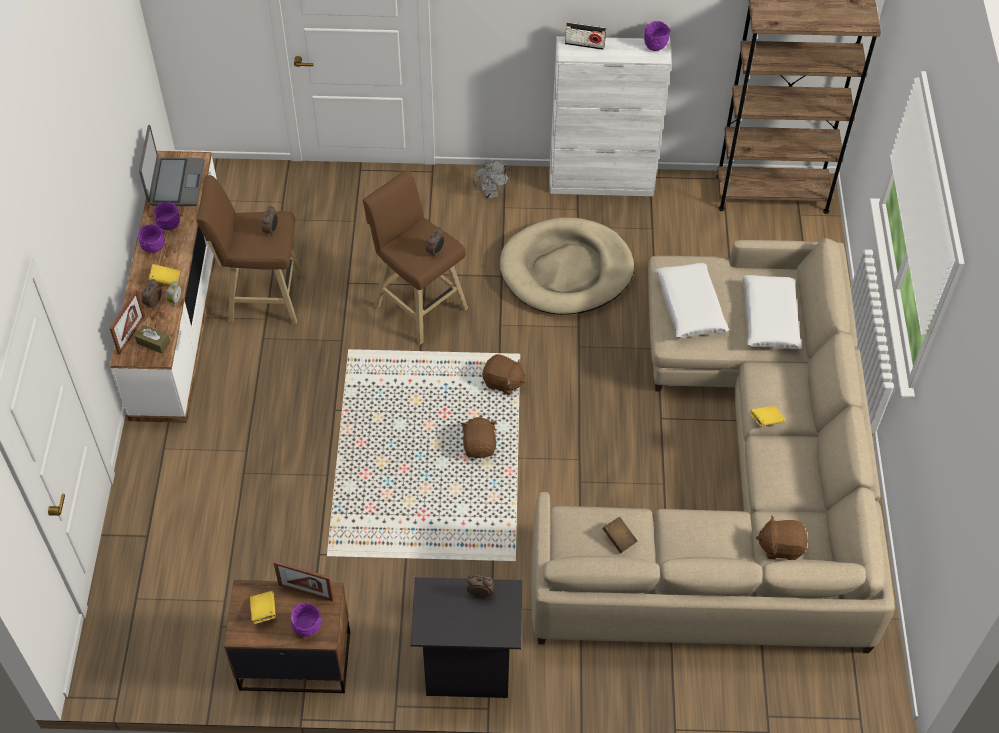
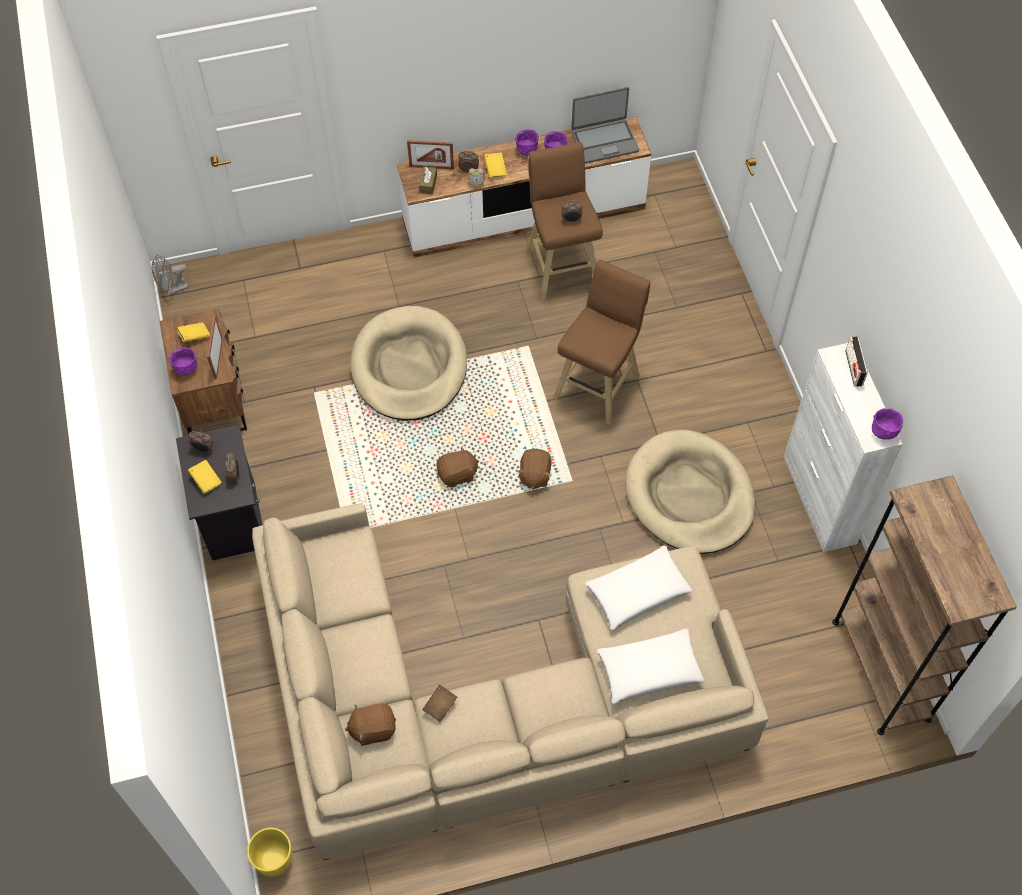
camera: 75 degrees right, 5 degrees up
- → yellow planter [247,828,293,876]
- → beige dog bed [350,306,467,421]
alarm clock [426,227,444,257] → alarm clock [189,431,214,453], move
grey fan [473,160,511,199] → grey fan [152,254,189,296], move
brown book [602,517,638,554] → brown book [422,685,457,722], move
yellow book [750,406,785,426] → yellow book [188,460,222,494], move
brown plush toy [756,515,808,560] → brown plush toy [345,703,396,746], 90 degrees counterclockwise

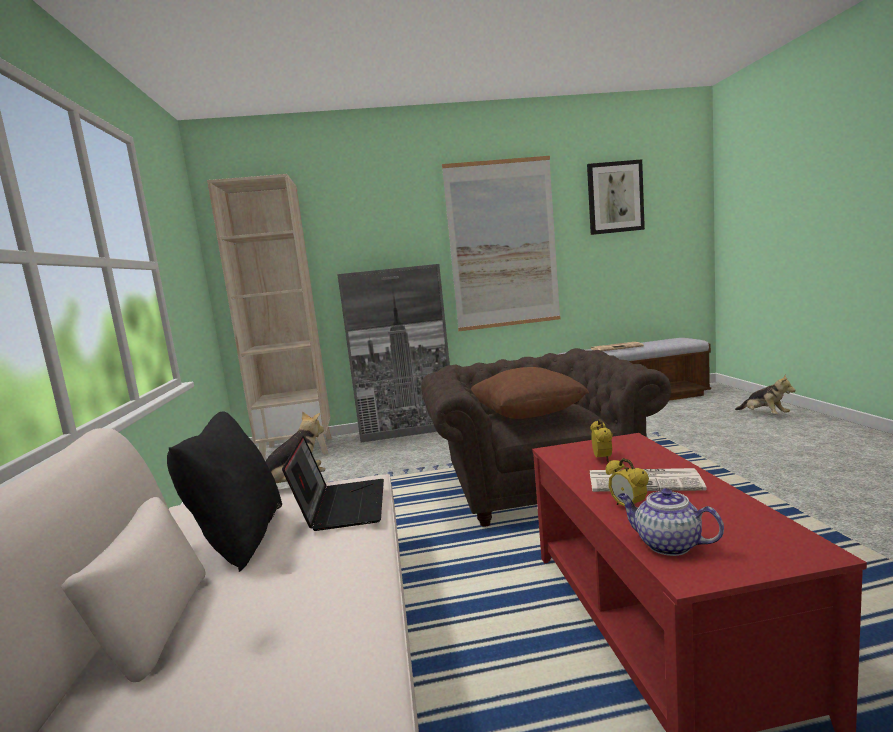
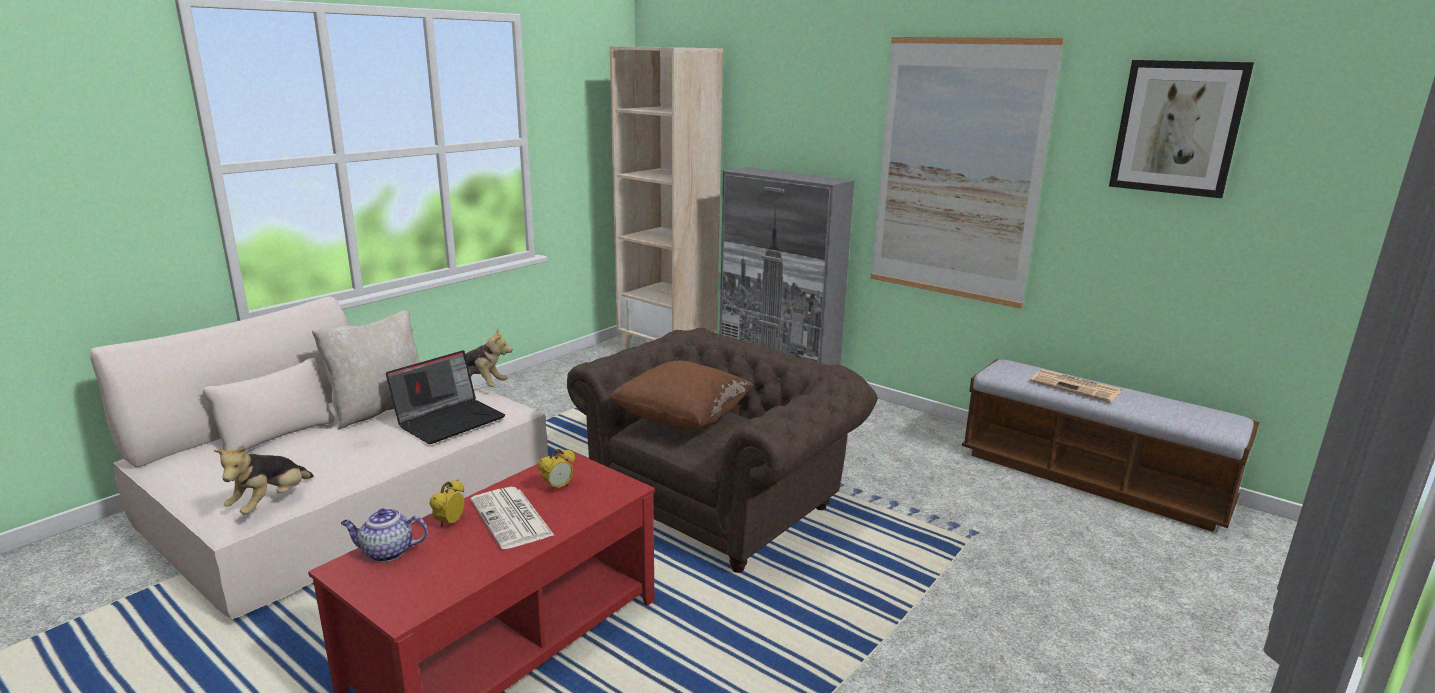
camera: 45 degrees right, 10 degrees up
plush toy [735,374,796,415] → plush toy [213,445,314,515], move
black pillow [167,411,282,572] → beige pillow [312,310,420,430]
teapot [618,488,724,556] → teapot [341,509,428,562], 90 degrees counterclockwise

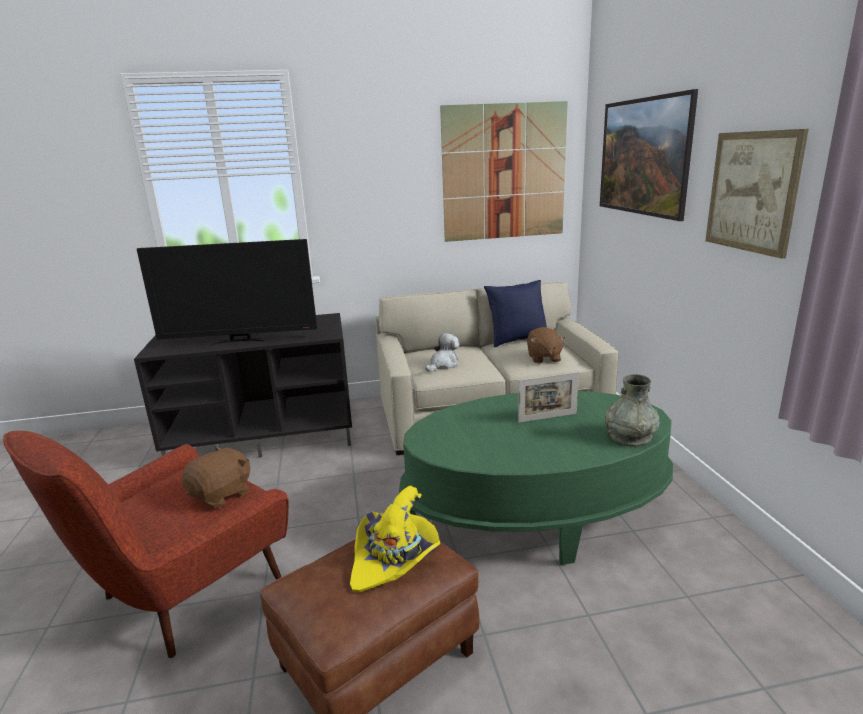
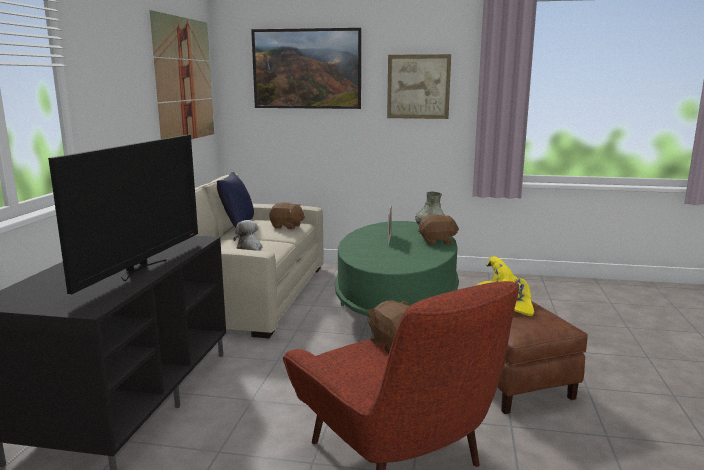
camera: 70 degrees left, 5 degrees down
- → brown plush toy [418,215,459,245]

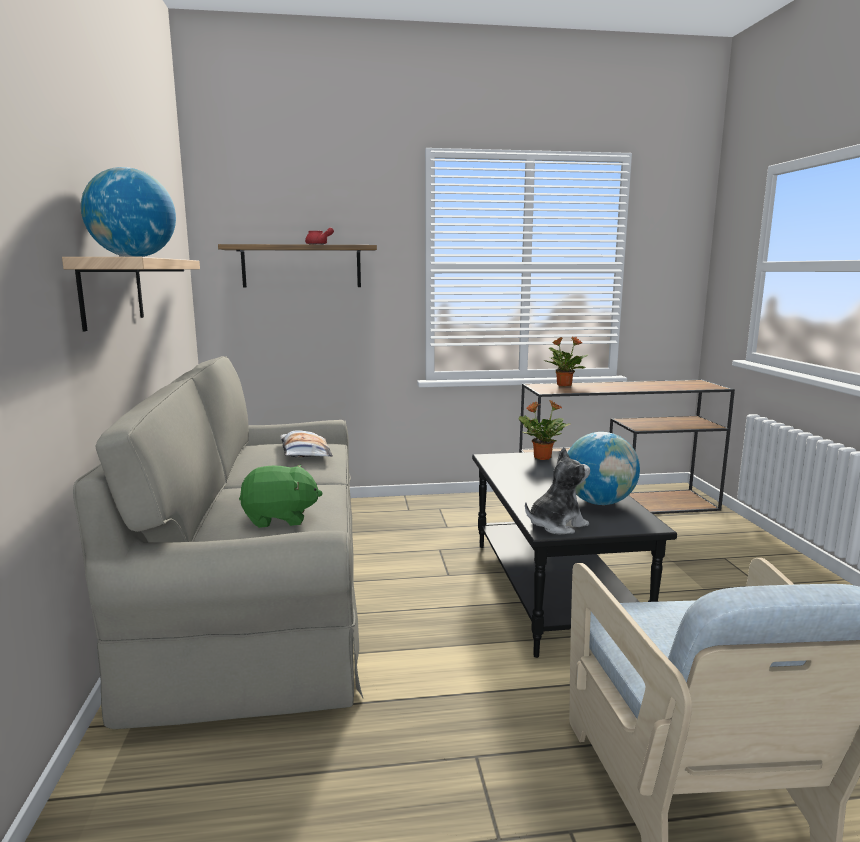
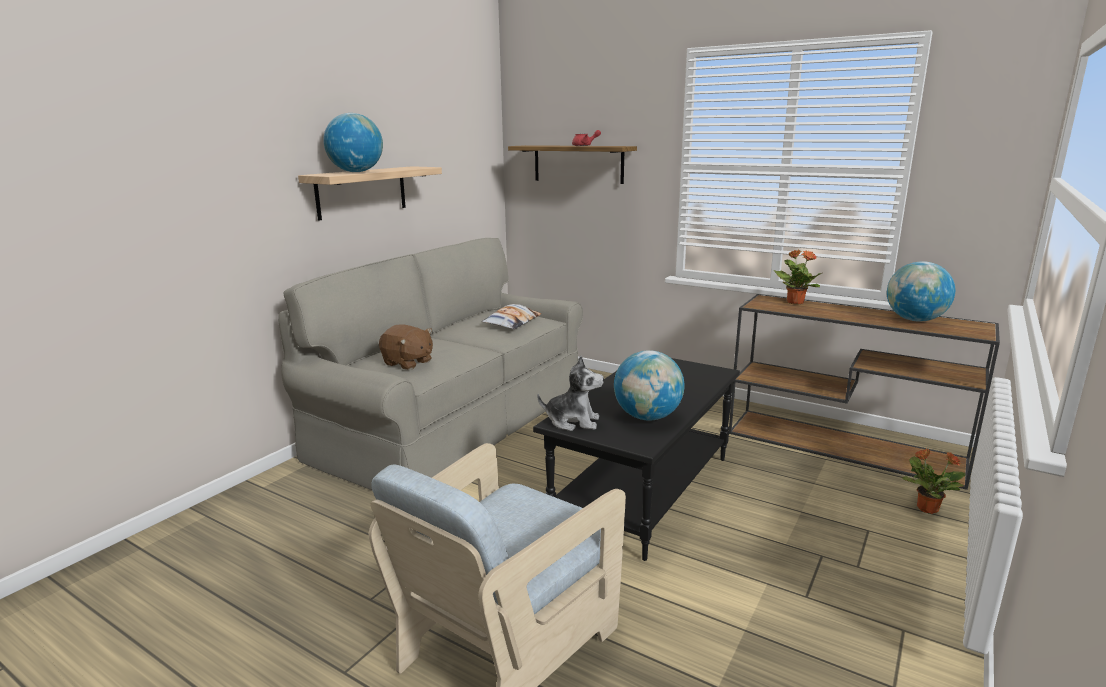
camera: 40 degrees right, 5 degrees up
- → globe [887,261,955,322]
potted plant [519,400,570,460] → potted plant [902,448,966,514], move
green plush toy [239,465,323,528] → brown plush toy [379,324,433,370]

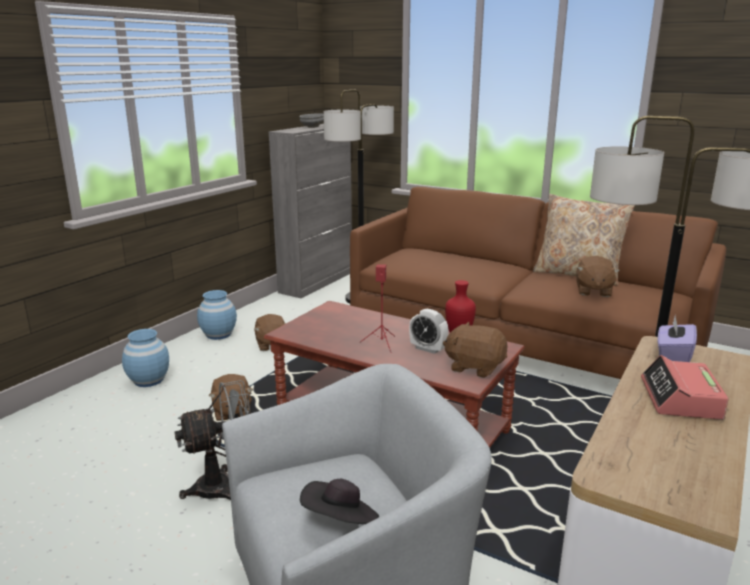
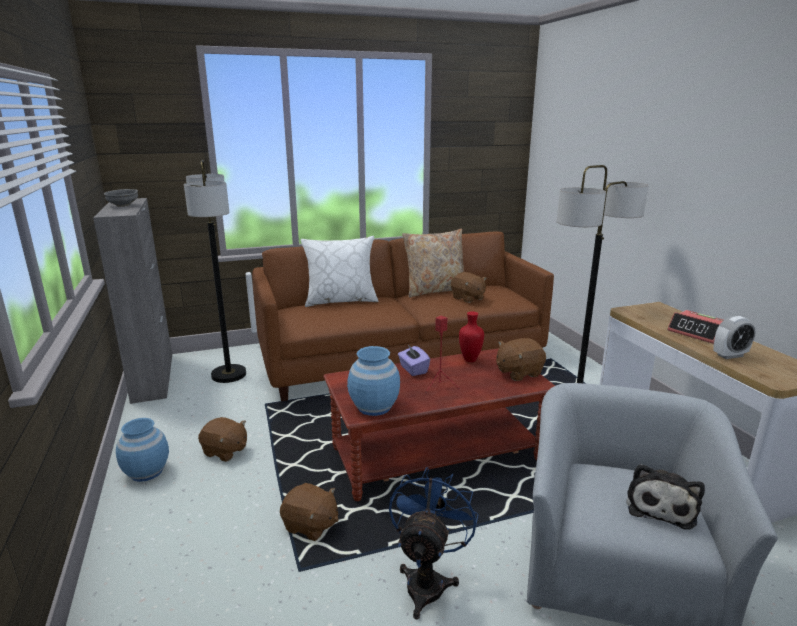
camera: 50 degrees left, 0 degrees up
- → white pillow [301,236,379,307]
blue vase [122,329,169,387] → blue vase [347,346,400,416], move
alarm clock [409,309,448,354] → alarm clock [713,316,756,359], move
purple tissue box [658,316,697,362] → purple tissue box [398,345,430,376], move
black hat [300,479,379,524] → plush toy [626,464,705,530]
grey fan [175,380,250,500] → blue fan [389,467,478,619]

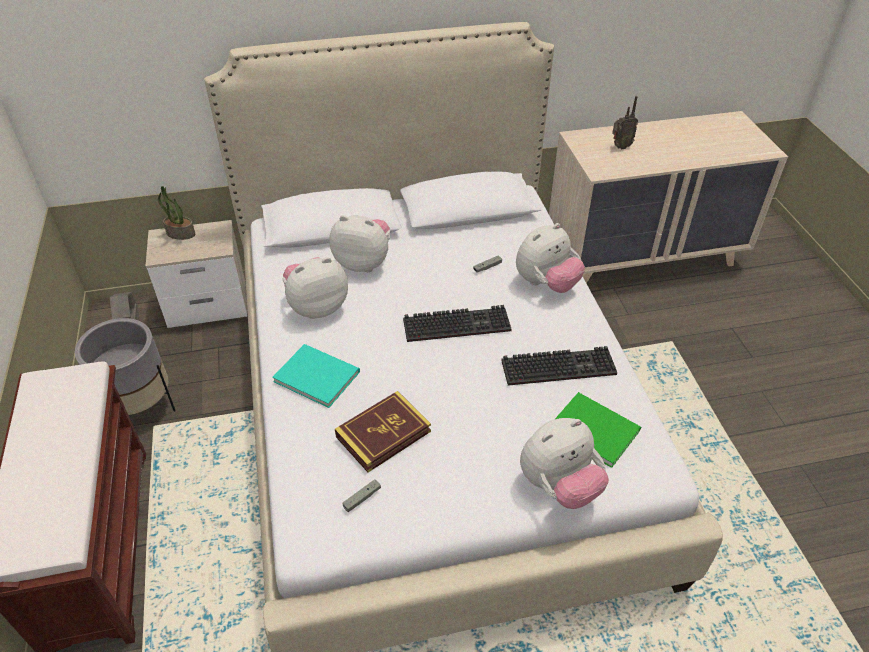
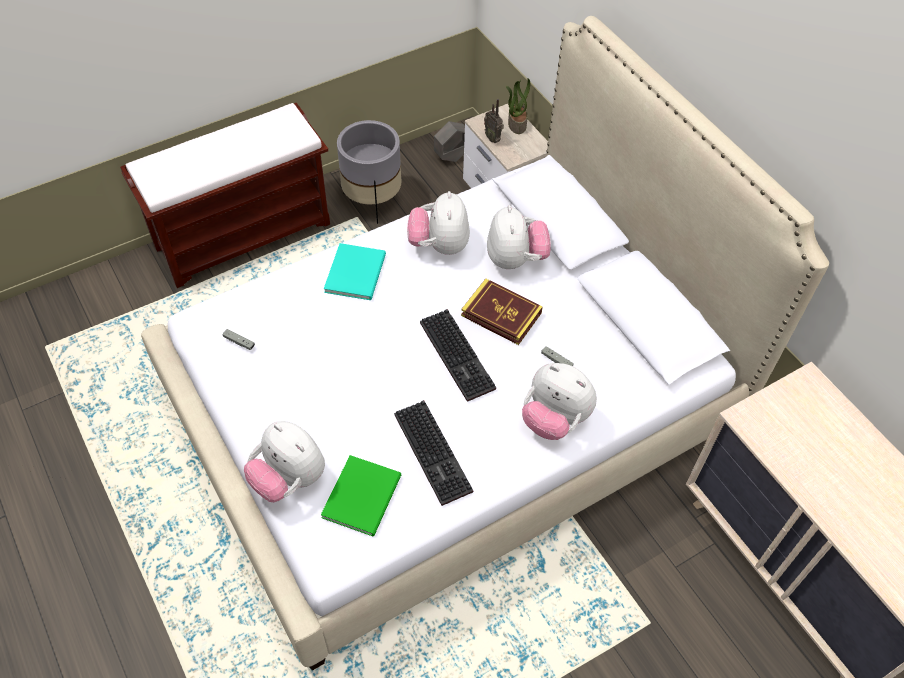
camera: 70 degrees right, 10 degrees up
book [335,391,431,473] → book [461,279,543,345], move
radio [612,96,638,149] → radio [484,99,504,143], move
plush toy [283,257,348,319] → plush toy [407,191,470,255], 135 degrees counterclockwise

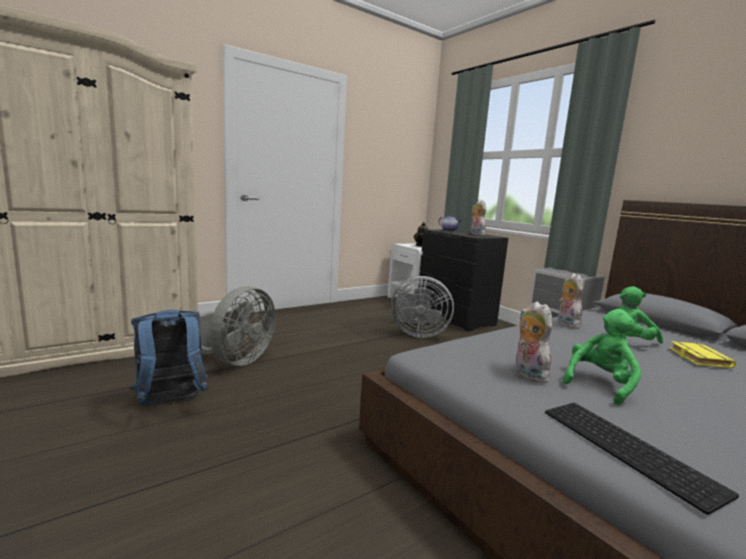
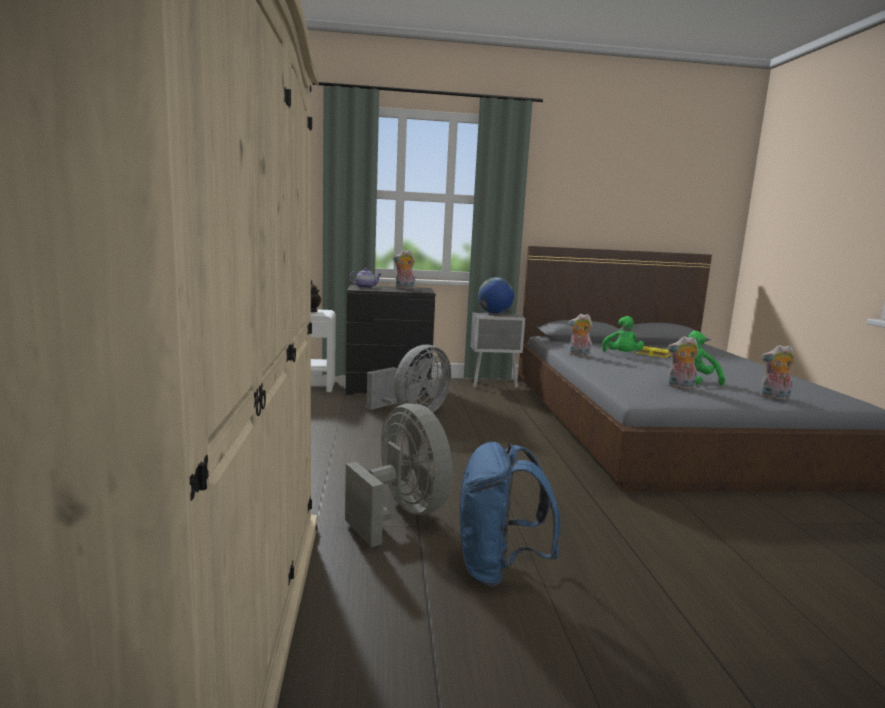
camera: 60 degrees left, 0 degrees up
- → globe [478,277,514,314]
keyboard [545,403,739,515] → plush toy [760,345,795,400]

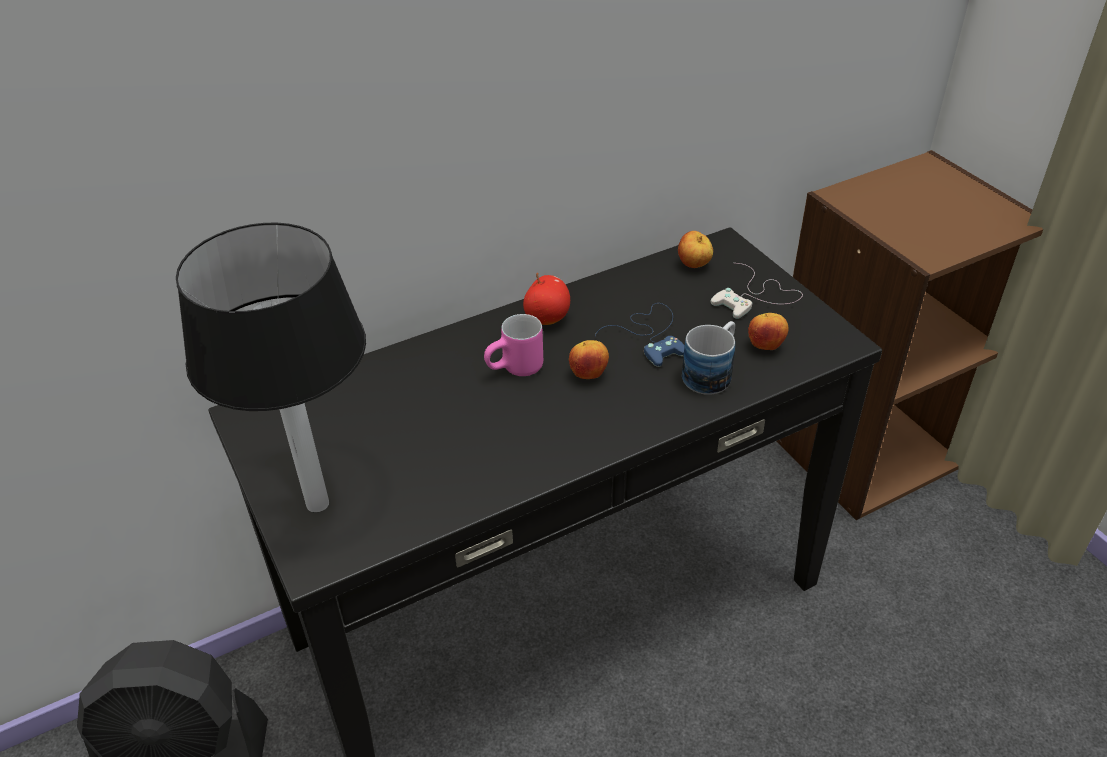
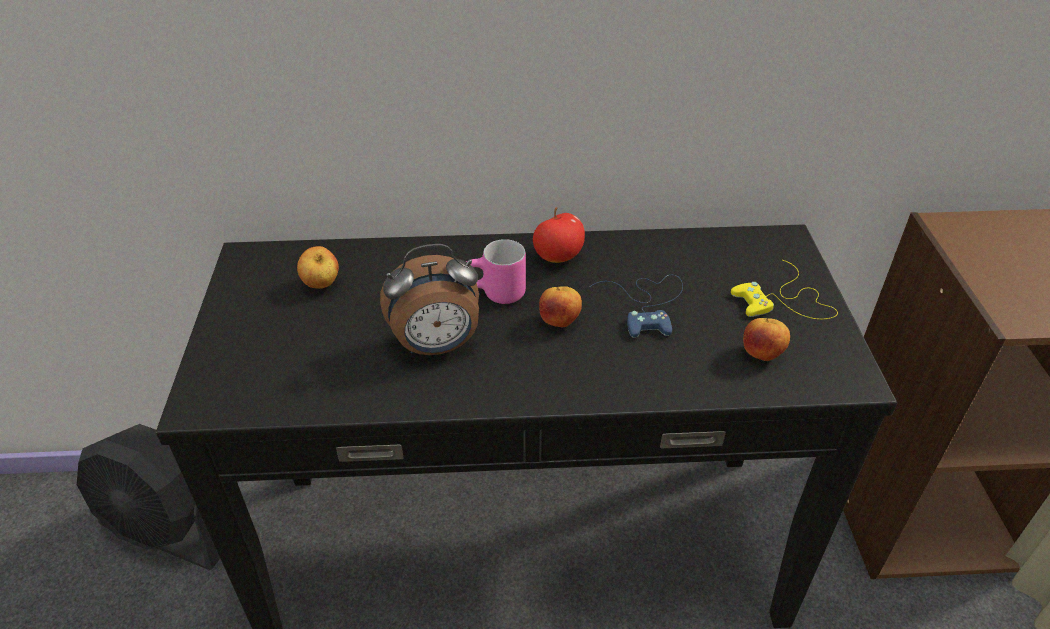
camera: 25 degrees right, 0 degrees up
table lamp [176,223,366,512] → -
mug [682,321,735,395] → -
- → alarm clock [380,244,479,355]
apple [678,231,713,268] → apple [297,246,339,289], move
white game controller [711,263,803,319] → yellow game controller [731,260,838,319]

